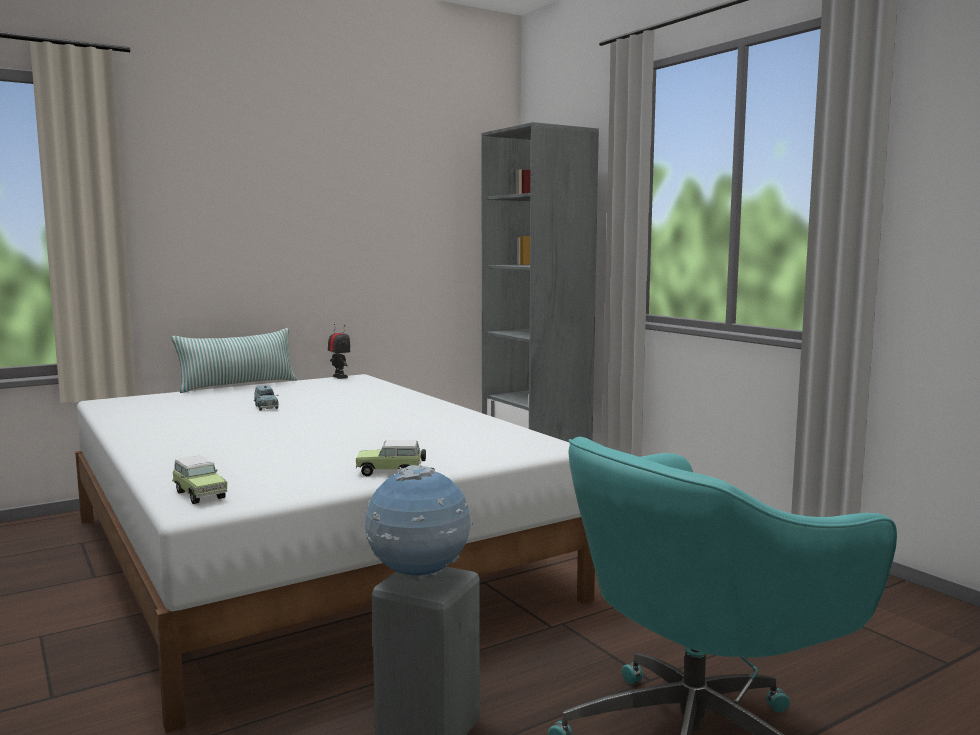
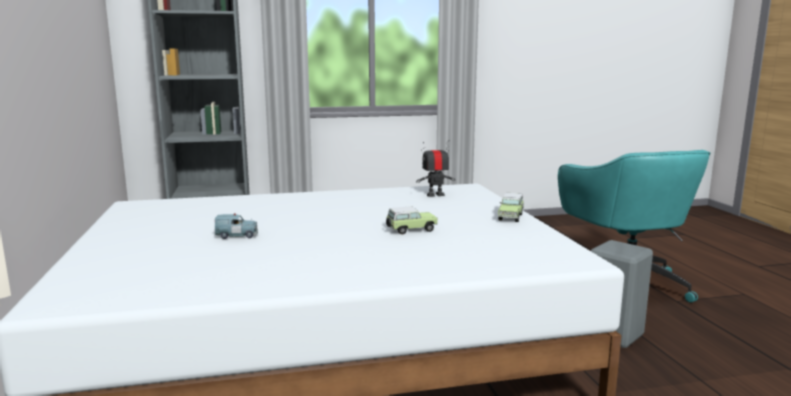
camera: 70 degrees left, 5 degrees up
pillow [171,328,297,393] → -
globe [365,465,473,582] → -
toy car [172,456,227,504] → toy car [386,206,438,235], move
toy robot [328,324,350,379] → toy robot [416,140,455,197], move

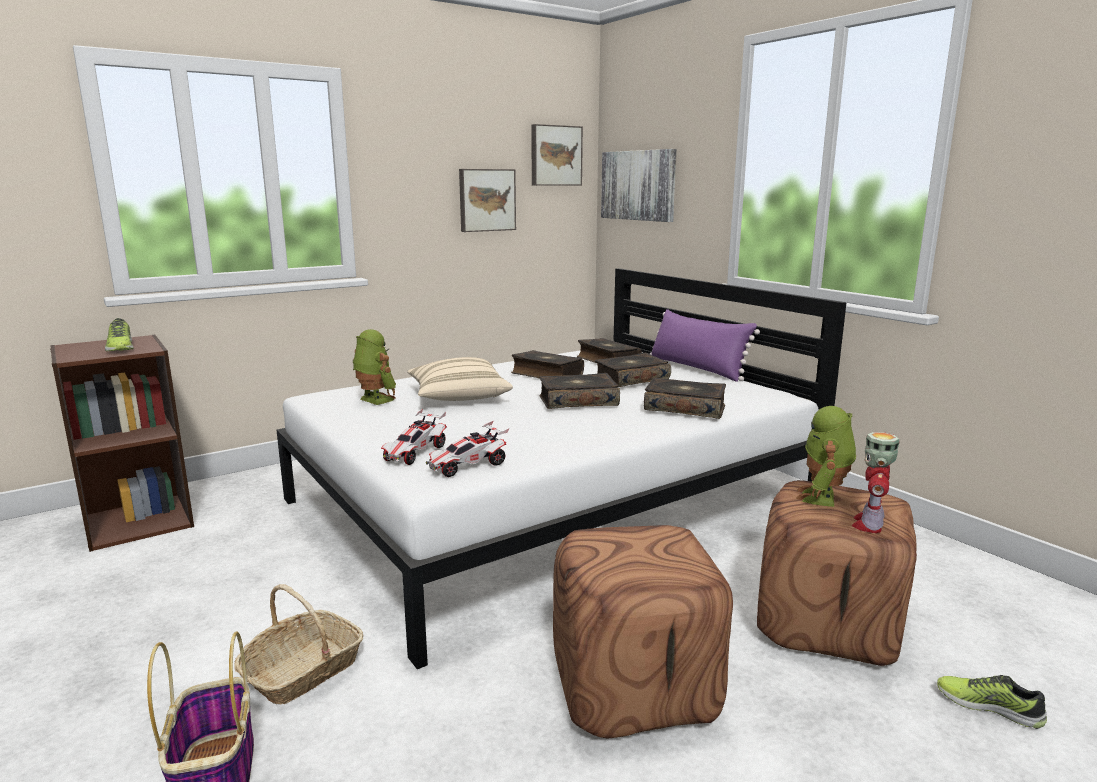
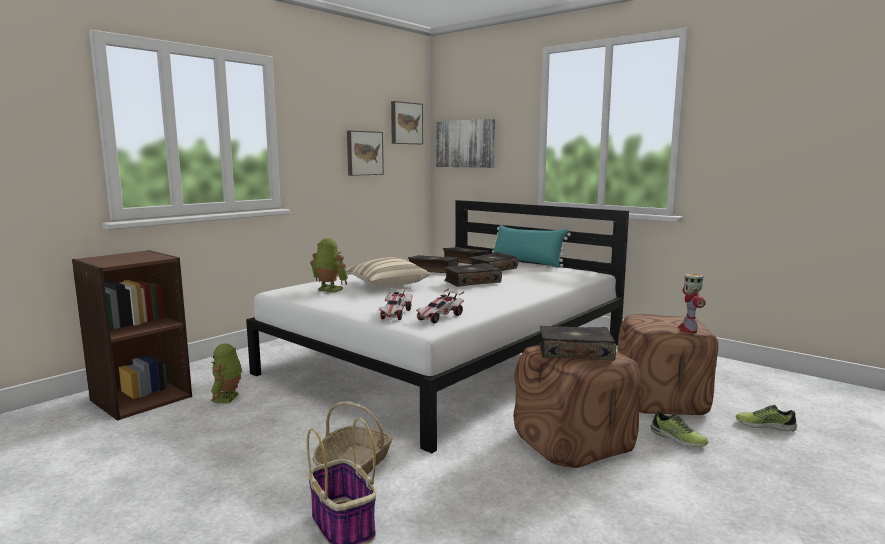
camera: 15 degrees left, 5 degrees down
shoe [105,318,134,351] → shoe [651,411,708,447], move
book [644,378,726,419] → book [539,326,616,361], move
toy robot [797,406,856,507] → toy robot [211,344,242,403], move
purple pillow [650,309,760,382] → turquoise pillow [492,225,571,268]

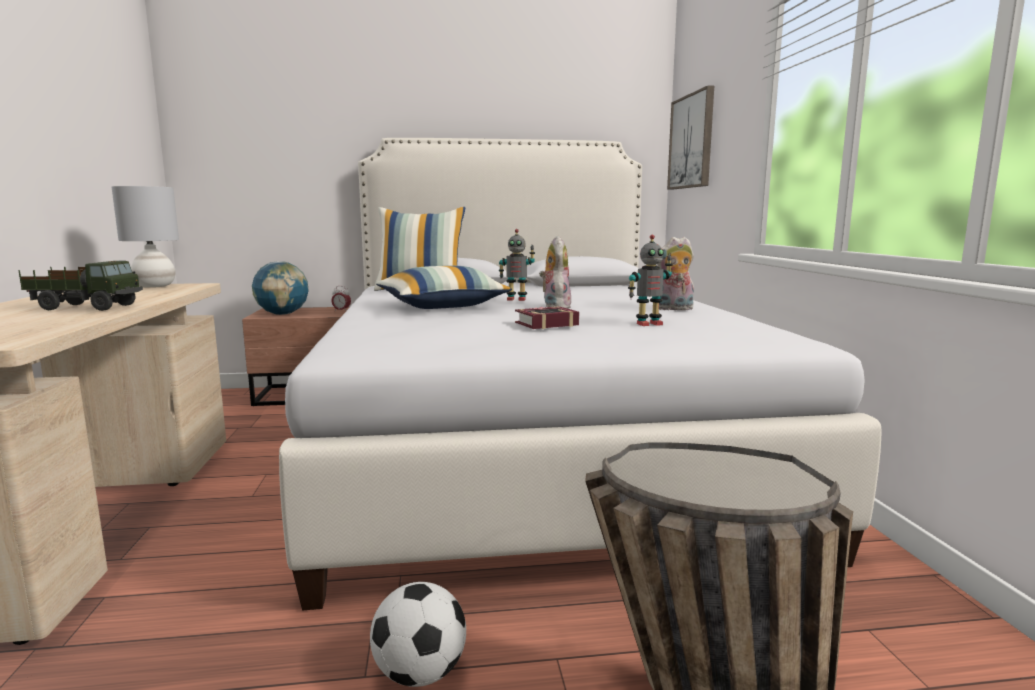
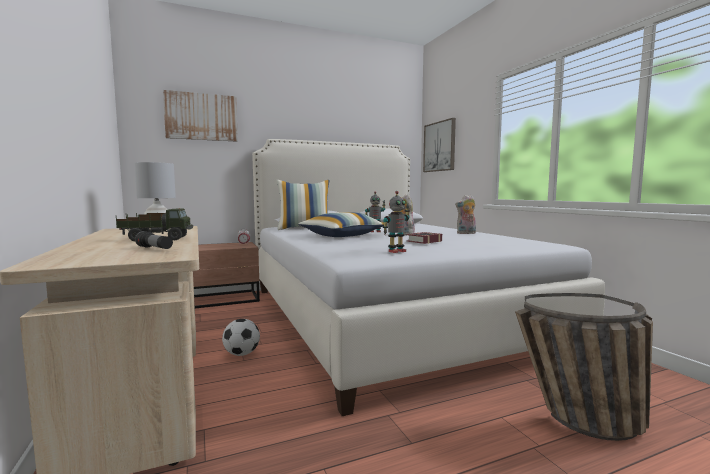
camera: 15 degrees left, 5 degrees down
globe [252,261,308,315] → -
- → flashlight [135,231,173,249]
- → picture [163,90,238,142]
football [370,582,466,687] → football [222,319,260,356], move
toy robot [628,234,673,326] → toy robot [383,191,410,253], move

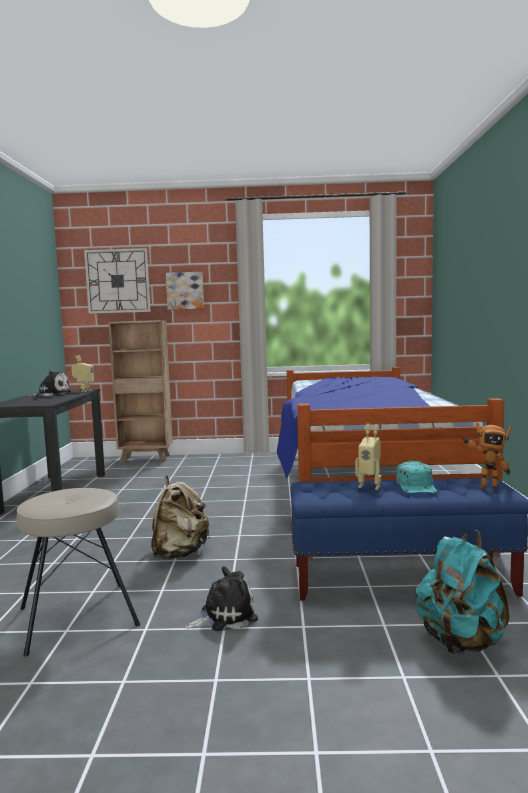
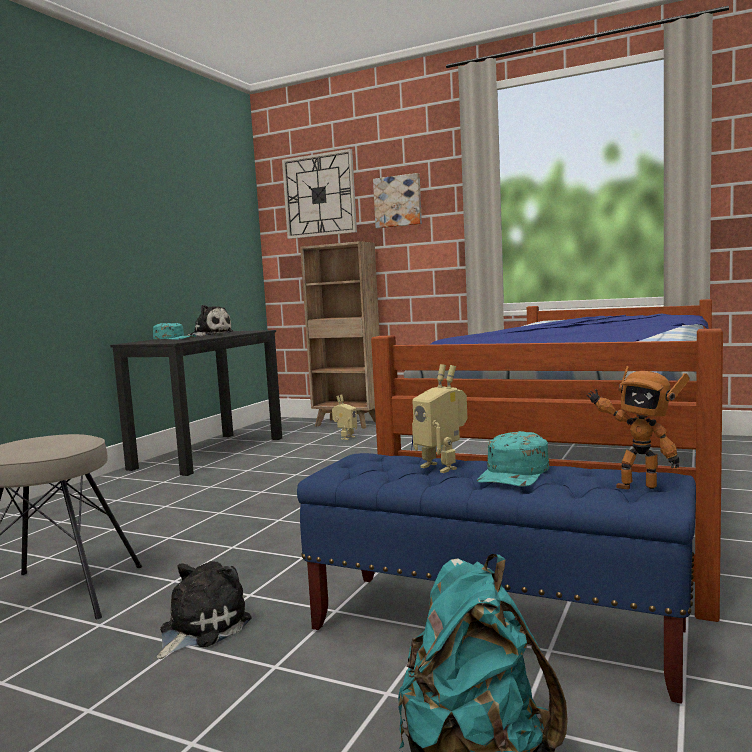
camera: 25 degrees right, 0 degrees up
beige backpack [151,475,210,559] → -
- → turquoise cap [153,323,196,340]
toy robot [71,355,94,392] → toy robot [332,394,357,440], move
plush toy [186,566,258,631] → plush toy [157,561,252,659], 60 degrees counterclockwise

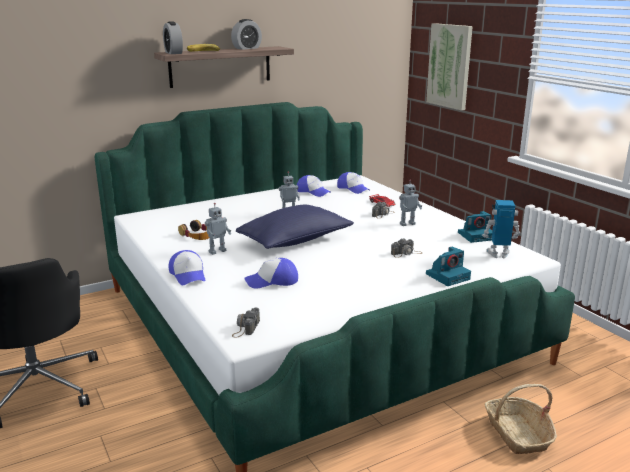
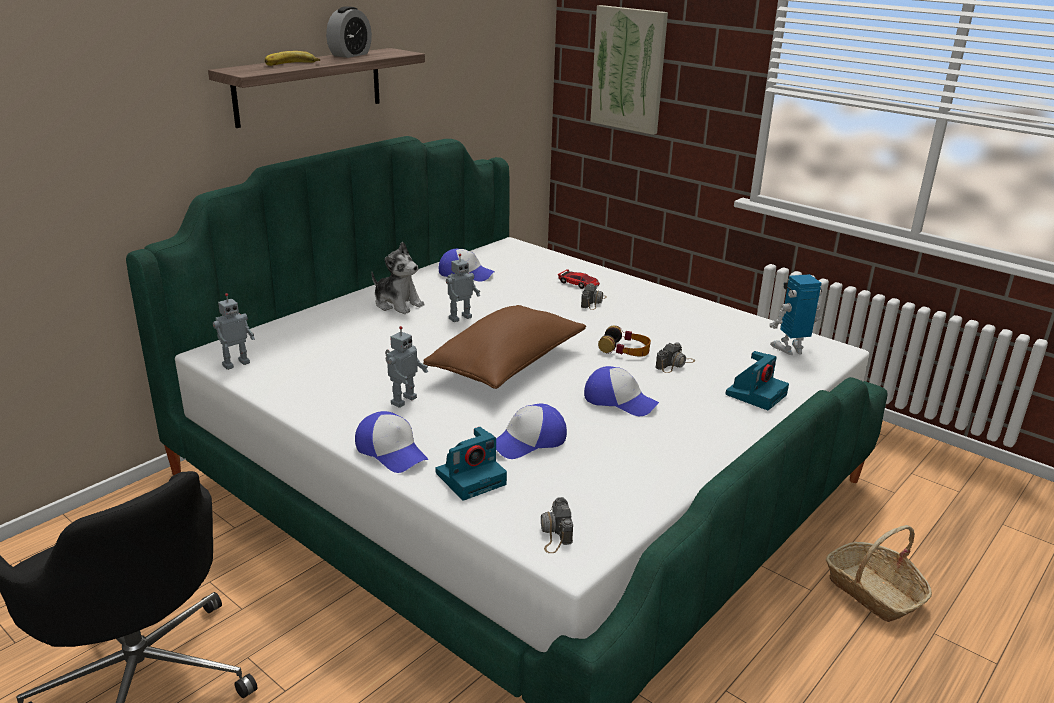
camera: 20 degrees left, 5 degrees up
alarm clock [163,22,183,54] → -
- → plush toy [371,242,425,314]
headphones [178,220,209,240] → headphones [598,326,651,357], move
cap [337,172,370,194] → cap [584,366,659,416], move
toy robot [399,180,422,226] → toy robot [213,293,255,370], move
photo camera [458,211,492,243] → photo camera [436,427,507,501], move
blue pillow [236,205,354,249] → brown pillow [423,305,586,389]

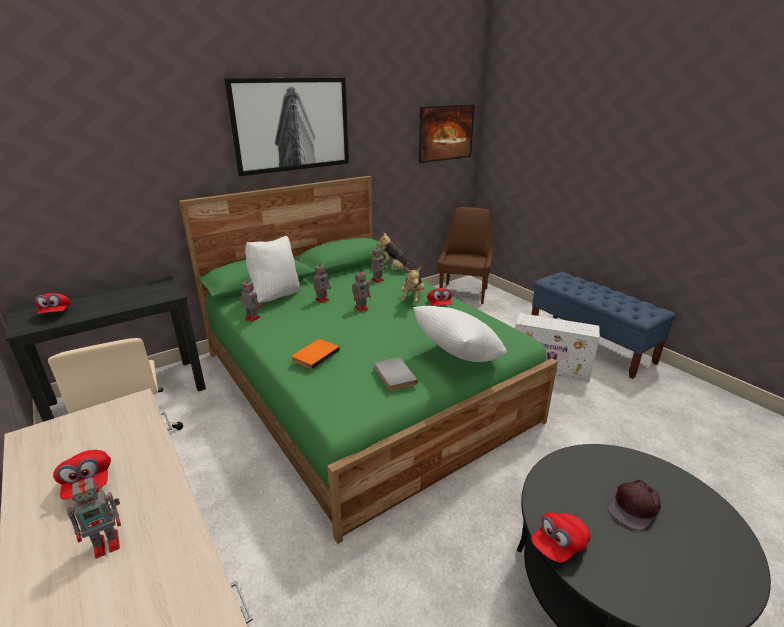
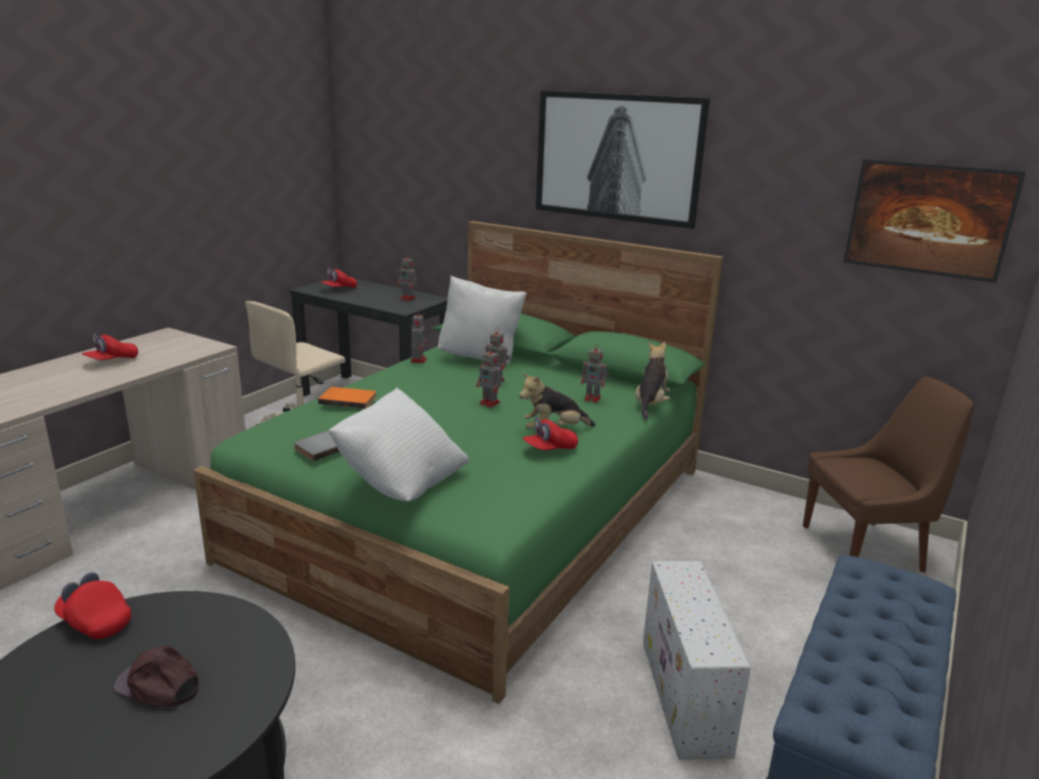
camera: 65 degrees right, 5 degrees down
toy robot [67,476,121,559] → toy robot [397,254,418,301], move

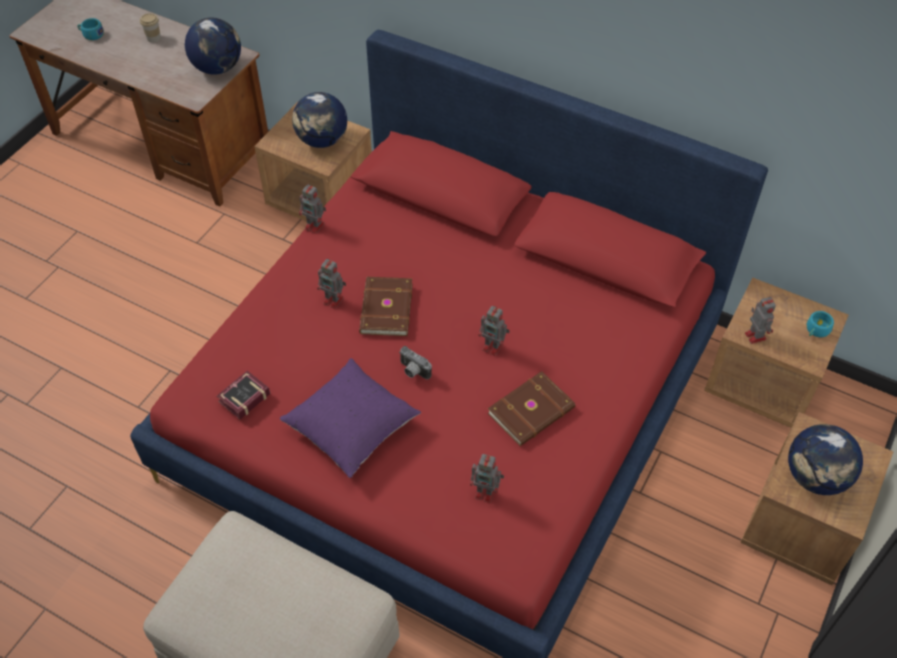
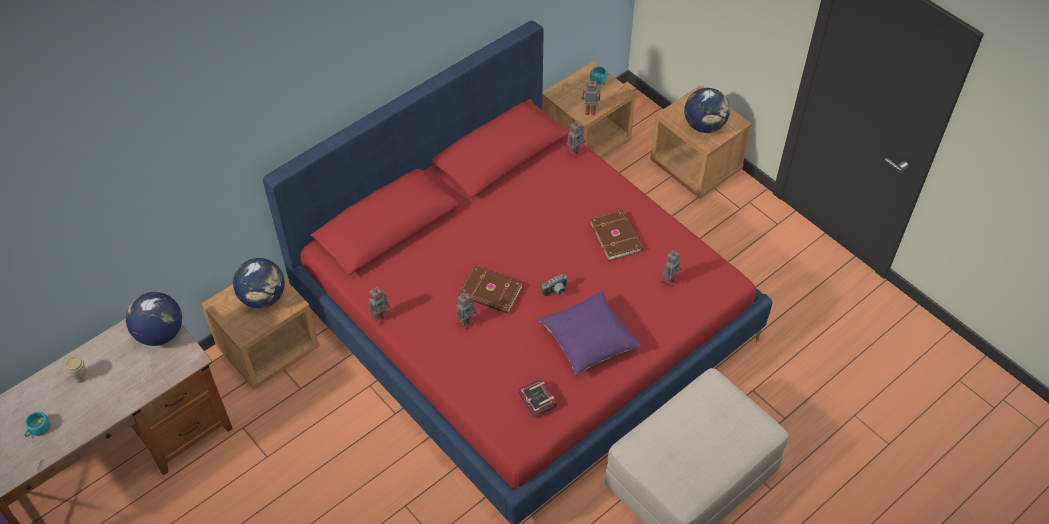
camera: 70 degrees left, 0 degrees up
toy robot [478,306,510,356] → toy robot [567,120,586,159], move

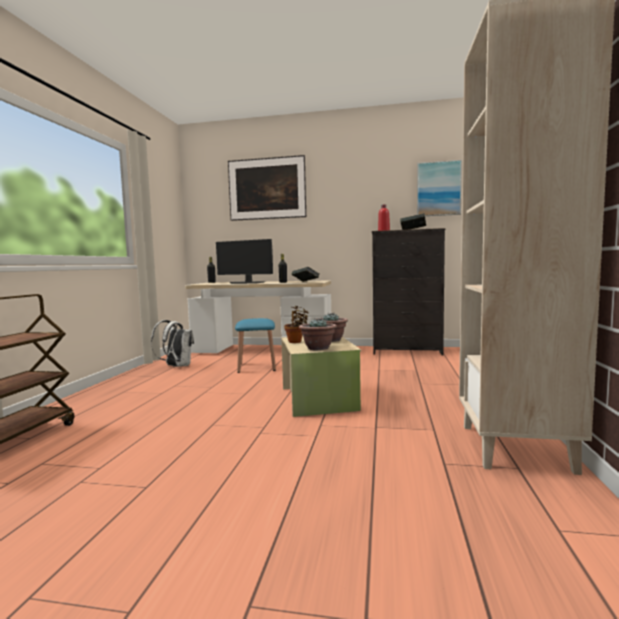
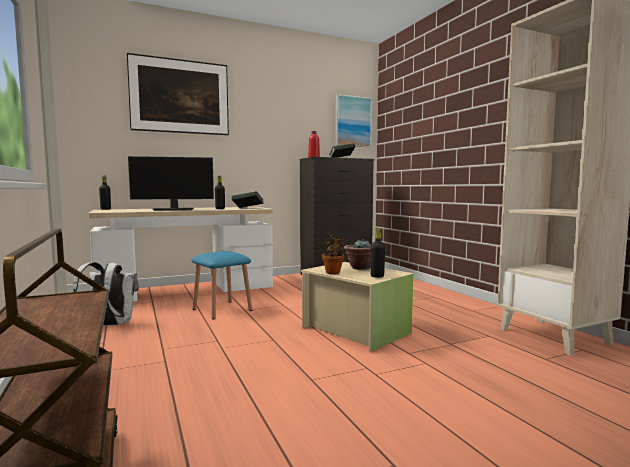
camera: 35 degrees left, 0 degrees up
potted plant [299,318,337,350] → black bottle [371,228,385,278]

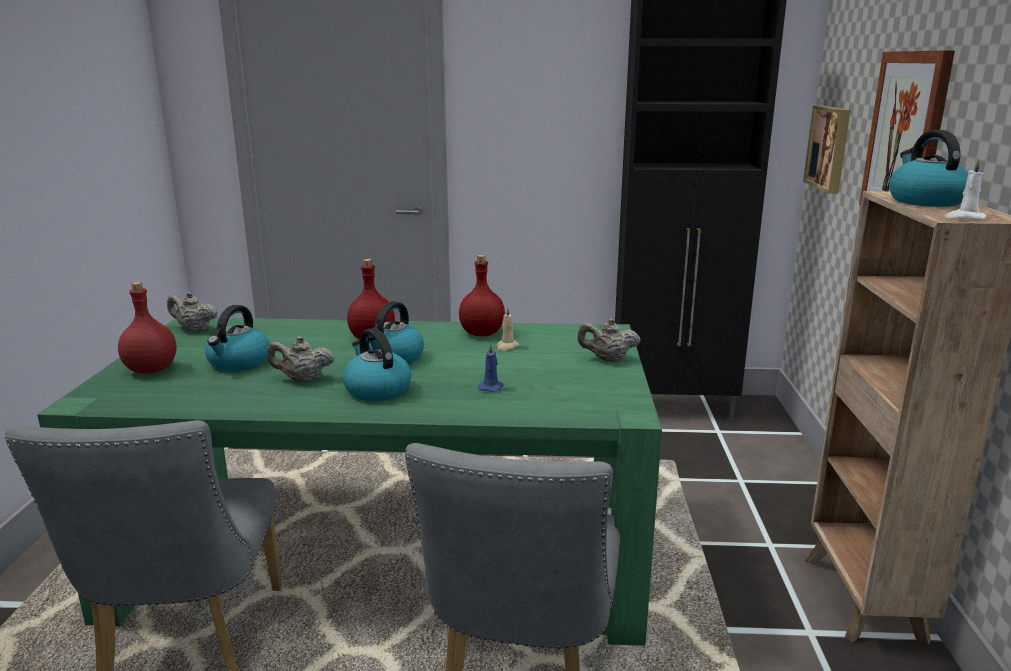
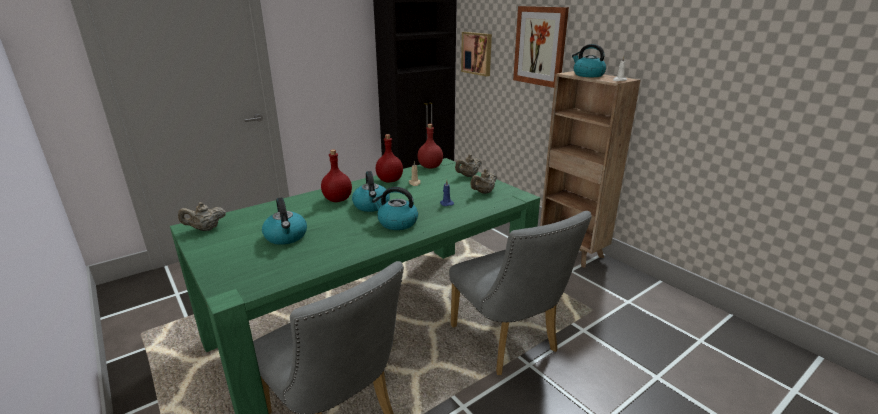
camera: 40 degrees left, 5 degrees up
red bottle [118,282,176,374] → red bottle [417,124,443,169], move
beige teapot [267,336,334,382] → beige teapot [470,169,497,194], move

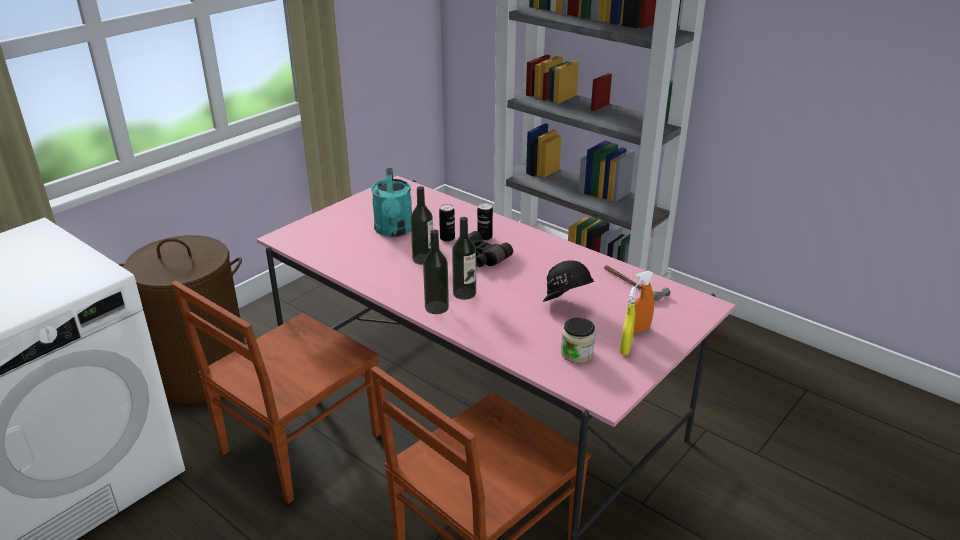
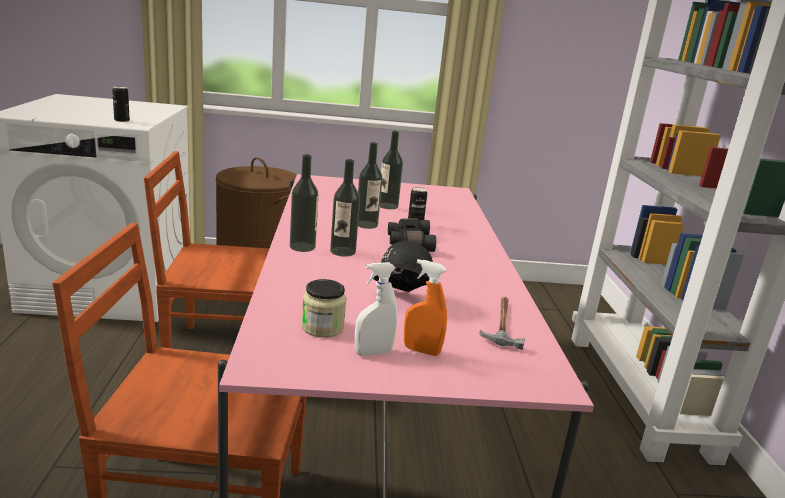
camera: 45 degrees right, 10 degrees down
can [477,203,493,240] → can [112,86,130,122], move
turquoise watering can [371,167,412,237] → bottle [380,131,403,209]
yellow spray bottle [620,287,636,355] → white spray bottle [355,262,398,356]

